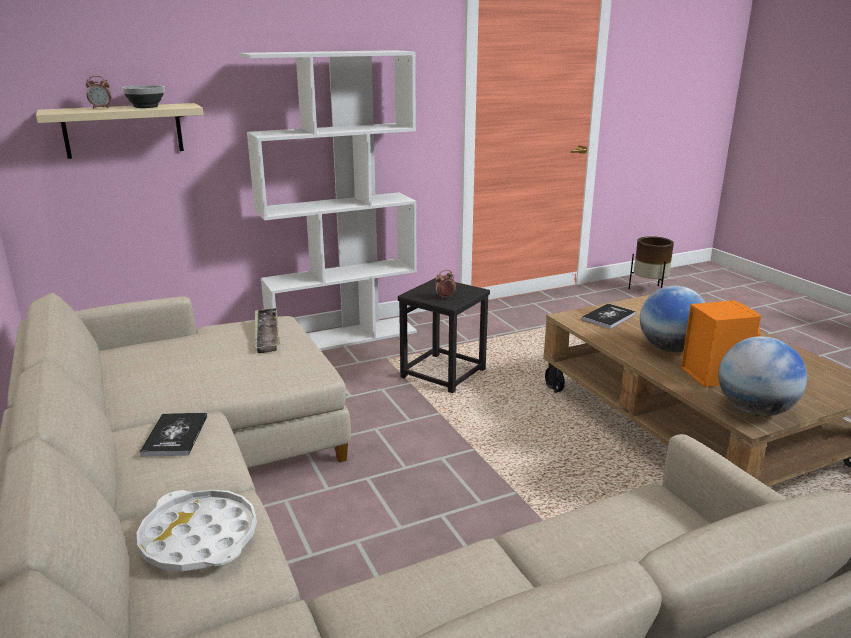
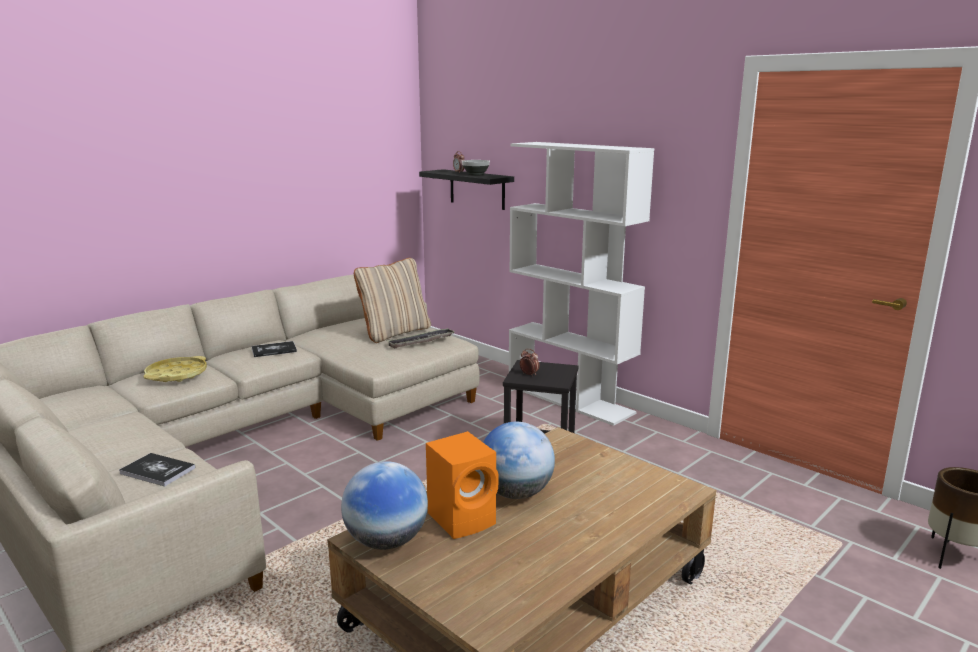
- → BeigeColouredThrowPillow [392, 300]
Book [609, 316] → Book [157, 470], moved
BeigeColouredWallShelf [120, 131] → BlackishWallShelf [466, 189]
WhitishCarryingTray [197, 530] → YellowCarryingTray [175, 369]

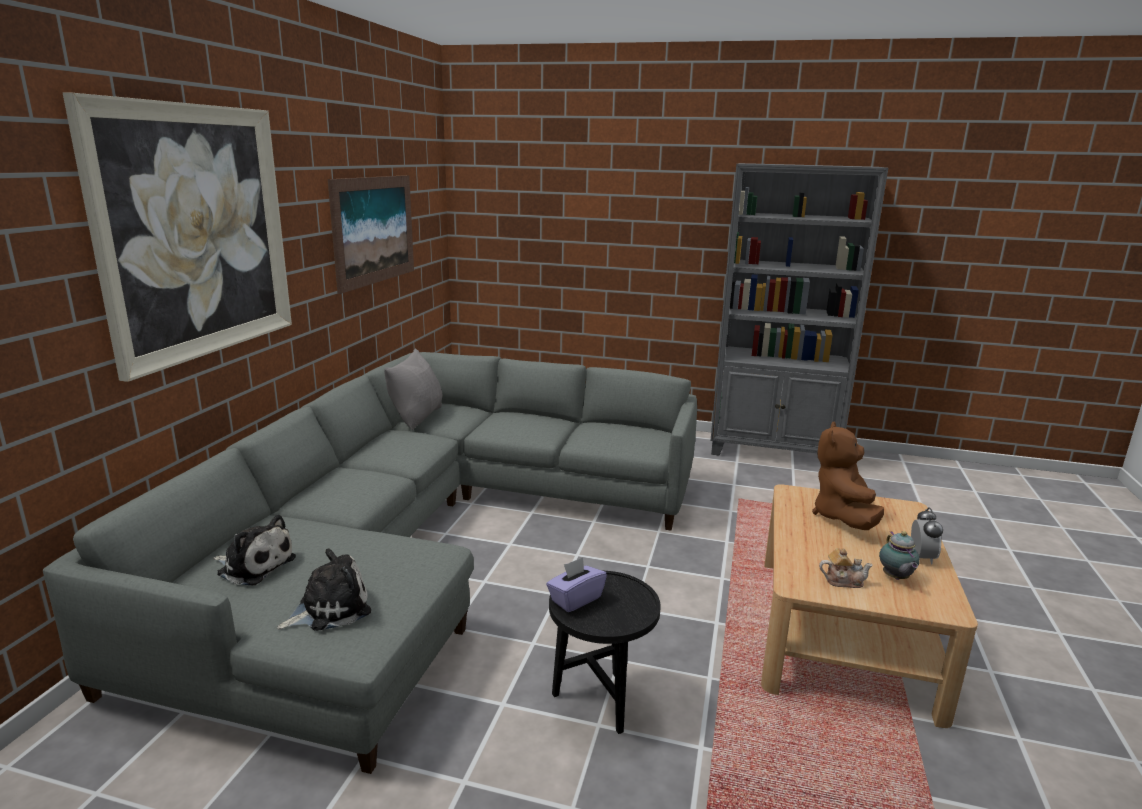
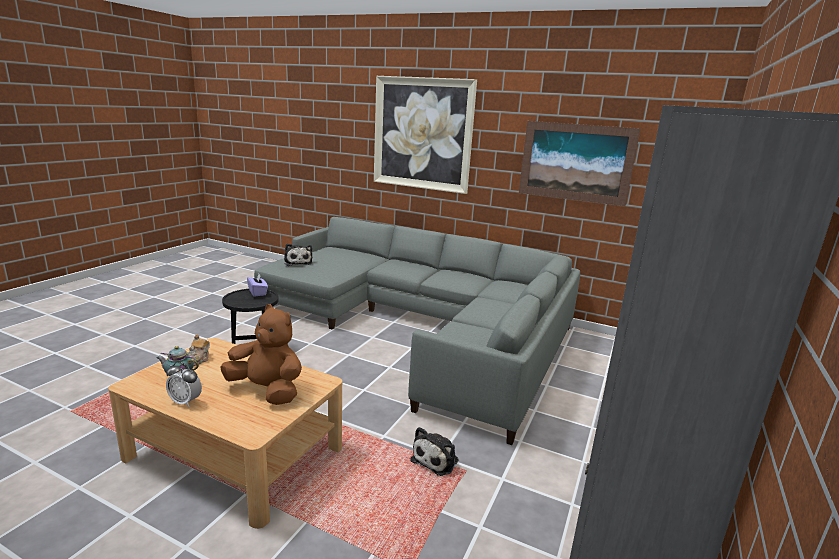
GrayThrowPillow [413, 389] → -
PlushToy [254, 550] → PlushToy [434, 451], moved

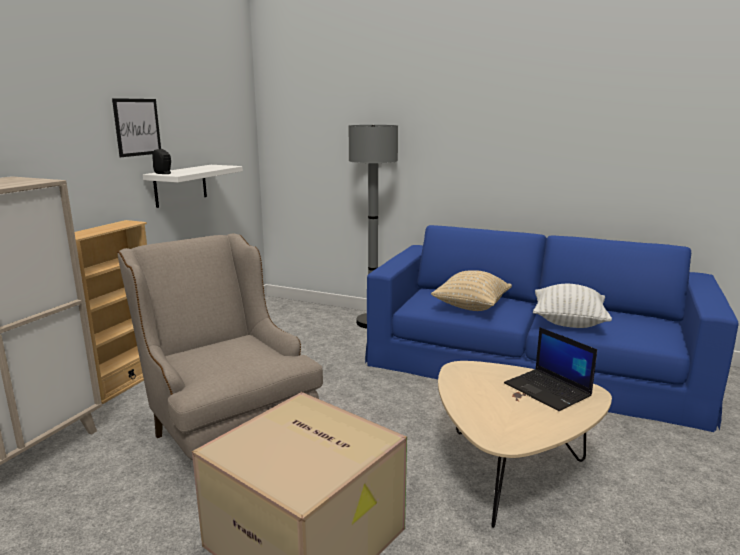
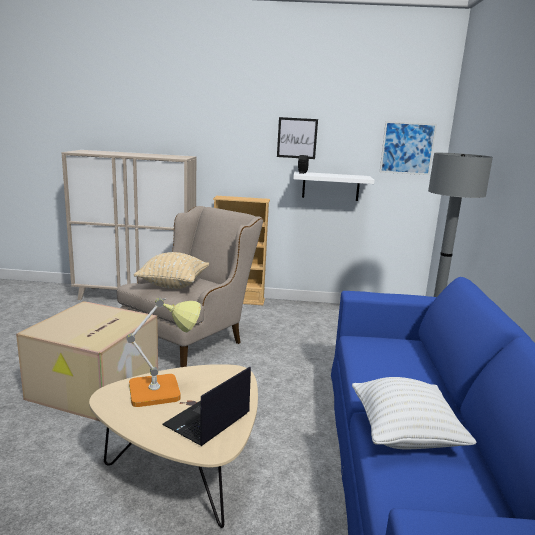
- → LampForATable [164, 352]
- → WallPicture [408, 148]
BeigeColouredThrowPillow [471, 290] → BeigeColouredThrowPillow [171, 270], moved

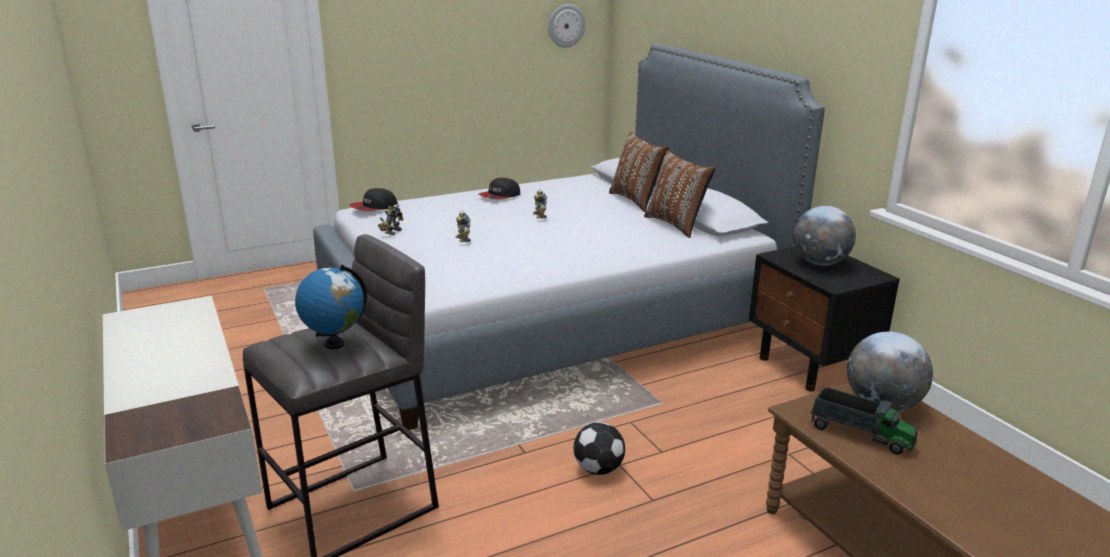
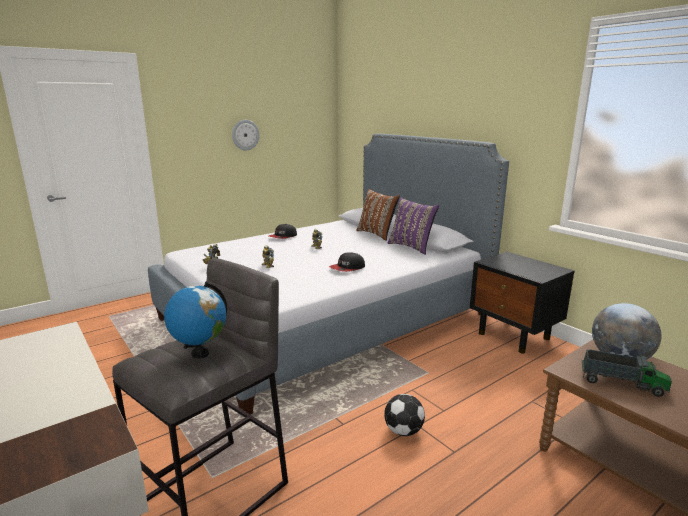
DeskGlobe [824, 236] → -
BaseballCap [374, 199] → BaseballCap [347, 262], moved
HangingClock [566, 25] → HangingClock [246, 135], moved
BrownColouredThrowPillow [679, 194] → PurplishThrowPillow [413, 226]

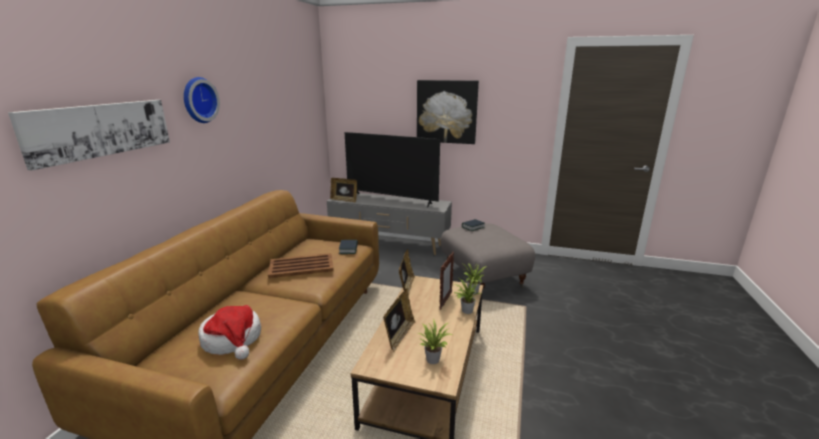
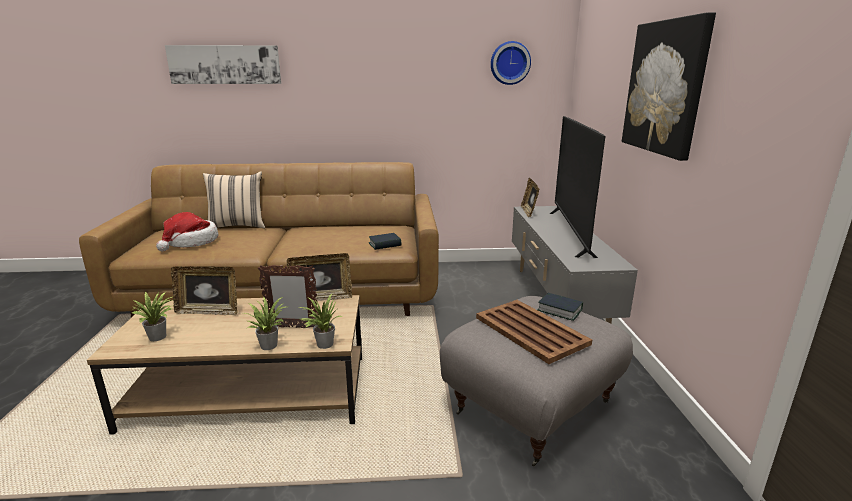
- → BeigeColouredThrowPillow [234, 199]
HangingClock [202, 100] → HangingClock [511, 63], moved
BrownColouredCarryingTray [301, 265] → BrownColouredCarryingTray [534, 332], moved

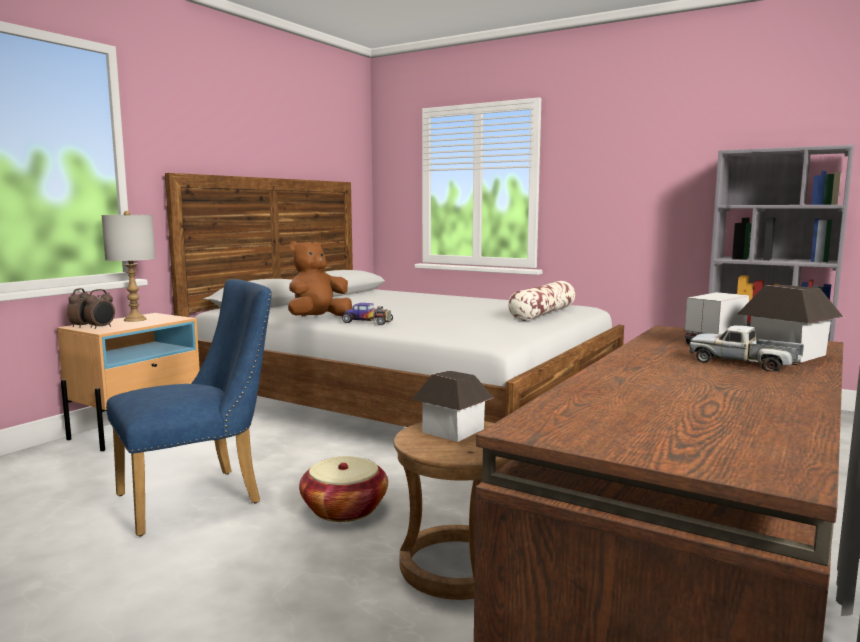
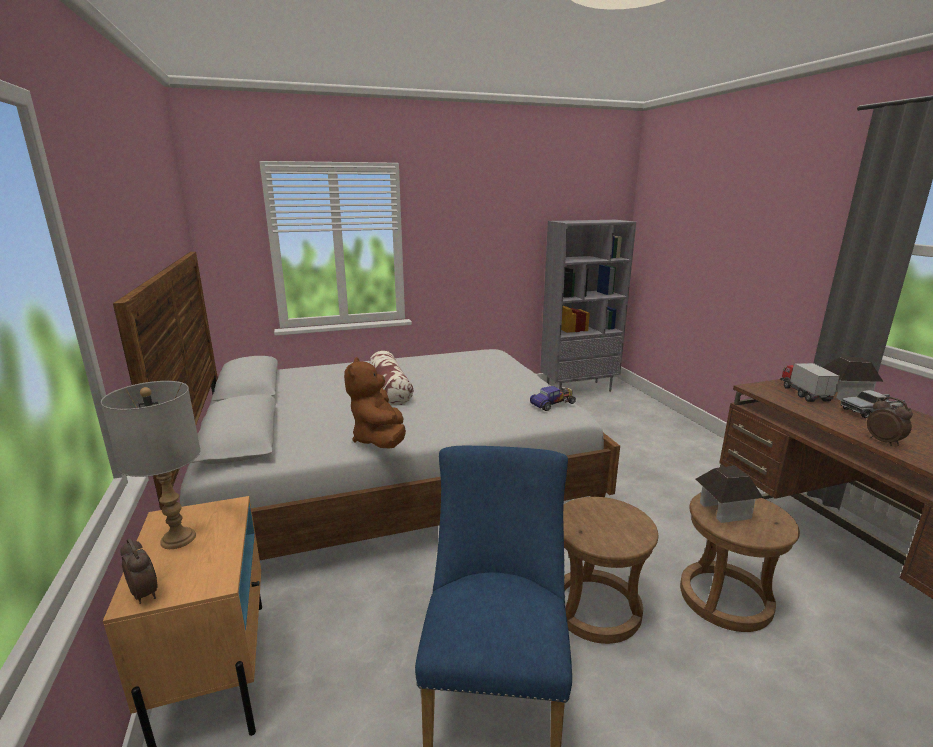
AlarmClock [99, 309] → AlarmClock [890, 421], moved
ToyCar [367, 314] → ToyCar [553, 398], moved
ThrowPillow [541, 301] → ThrowPillow [391, 378], moved
Basket [343, 489] → BrownColouredStool [610, 570]

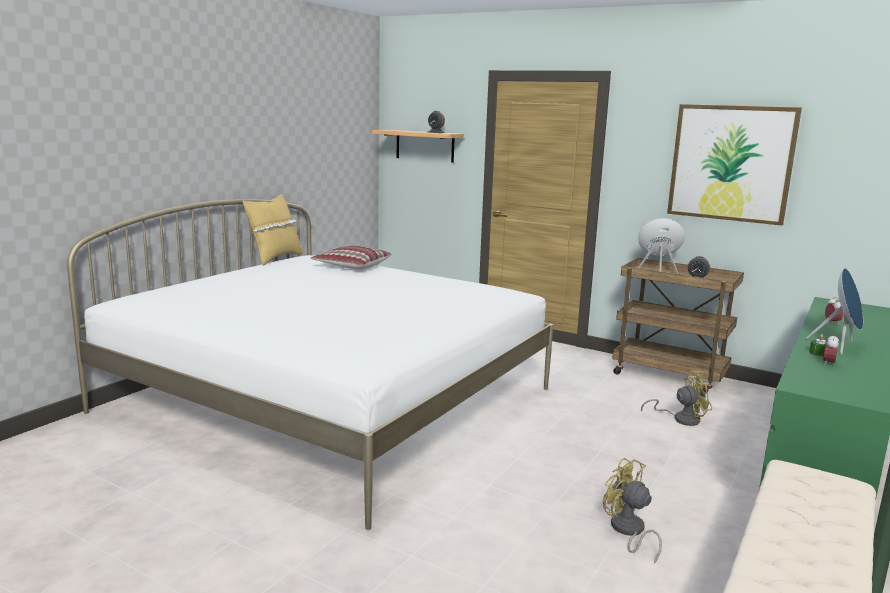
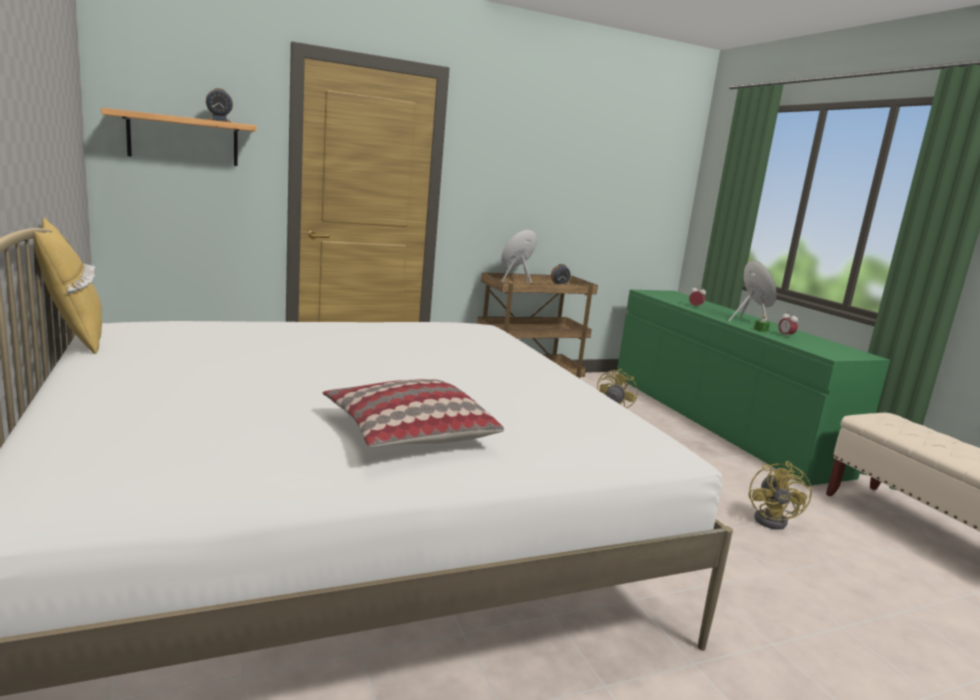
WallPicture [734, 165] → -
ThrowPillow [351, 258] → ThrowPillow [413, 413], moved
YellowCoolingFan [632, 511] → YellowCoolingFan [780, 495], 75 degrees counterclockwise

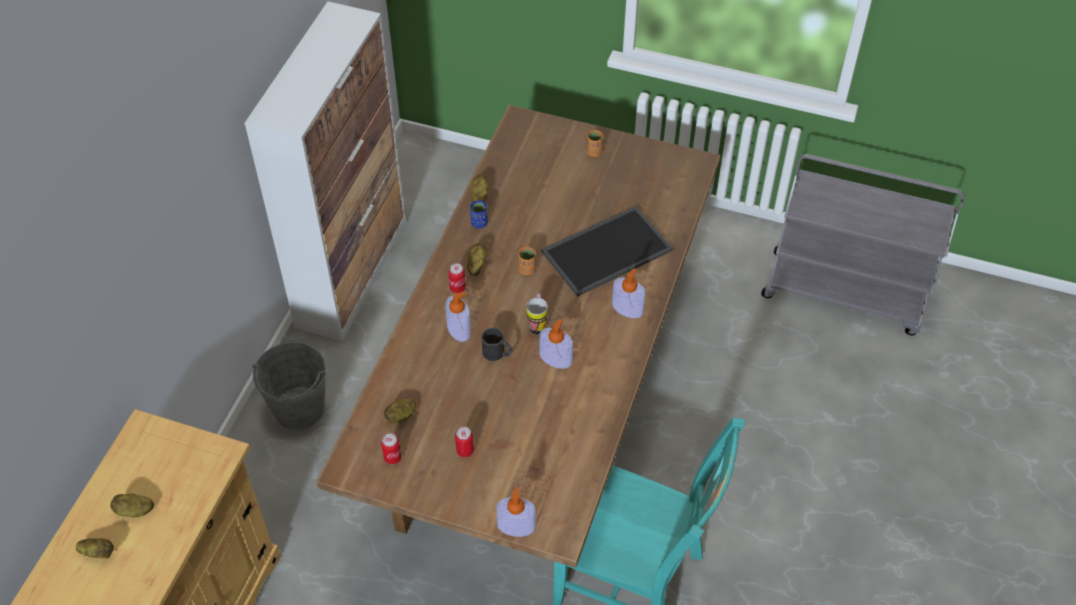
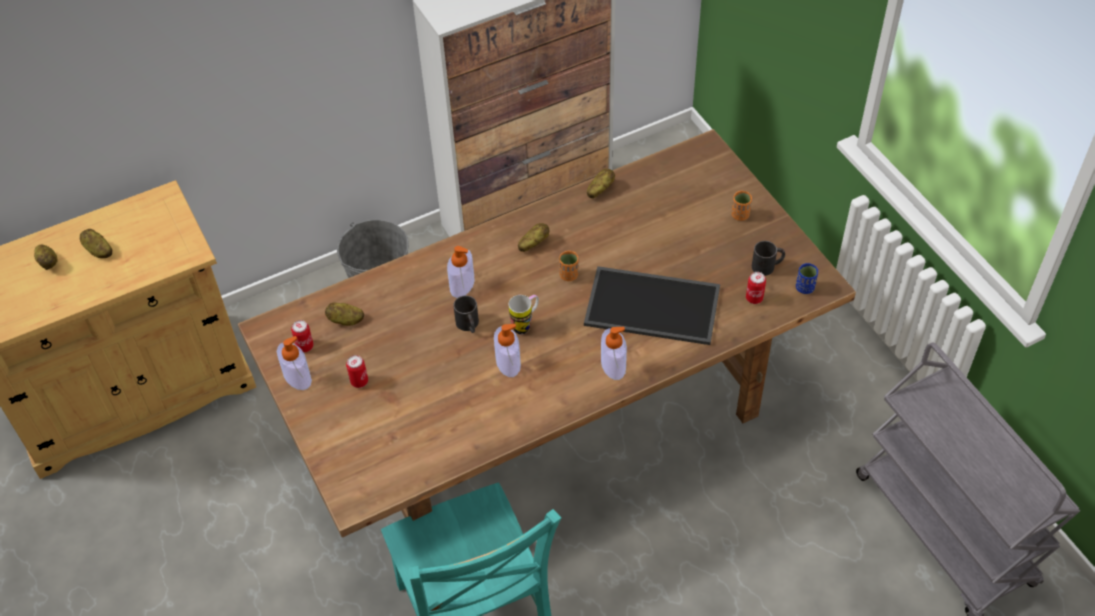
- → BlackishTeaMug [768, 258]
Can [457, 278] → Can [756, 288], moved
BlueColouredCup [479, 214] → BlueColouredCup [807, 278], moved
LiquidSoapBottle [516, 512] → LiquidSoapBottle [294, 363], moved

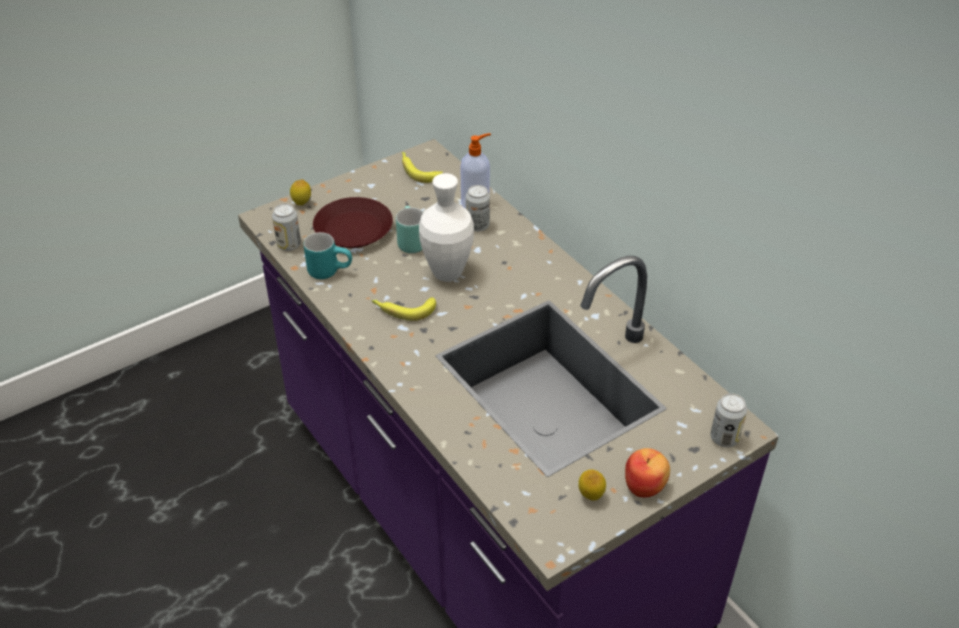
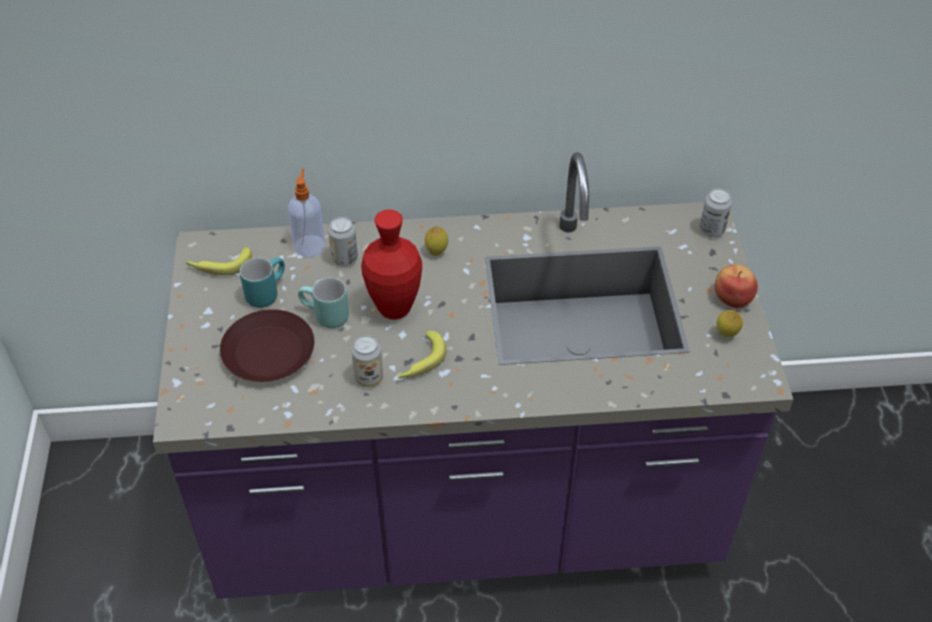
Can [286, 227] → Can [367, 361], moved
WholeLemon [300, 192] → WholeLemon [436, 241], moved
TurquoiseColouredTeaMug [328, 255] → TurquoiseColouredTeaMug [262, 282], moved
WhitishDecorativeVase [446, 227] → RedColouredDecorativeVase [391, 264]

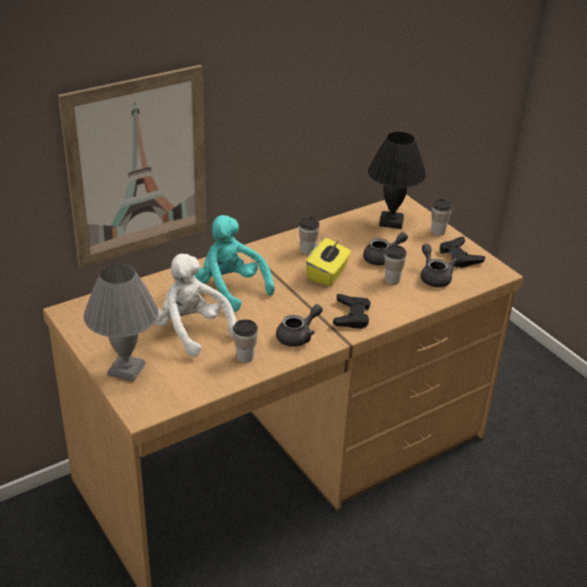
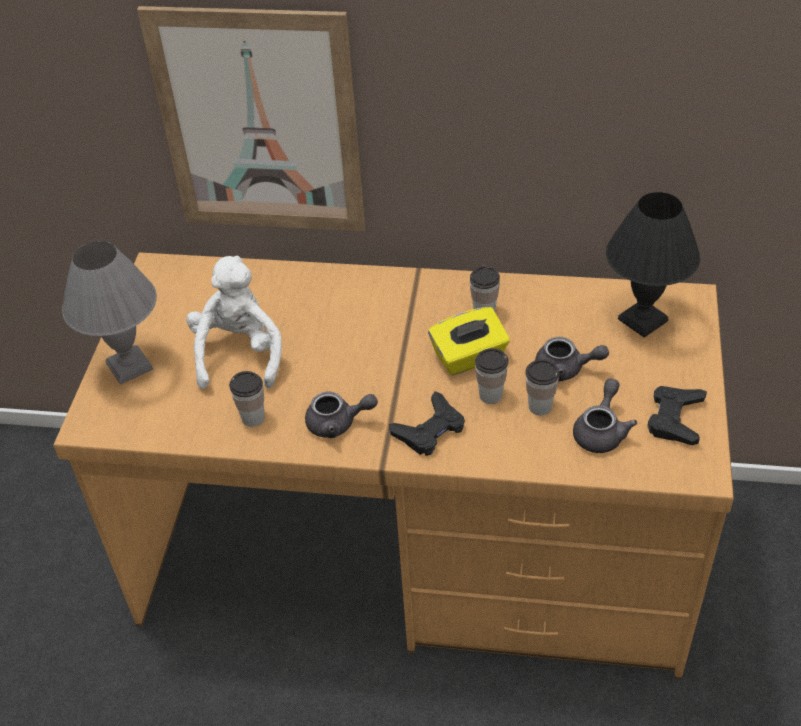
TurquoiseColouredPlushToy [234, 263] → -
Cup [441, 217] → Cup [491, 376], moved

